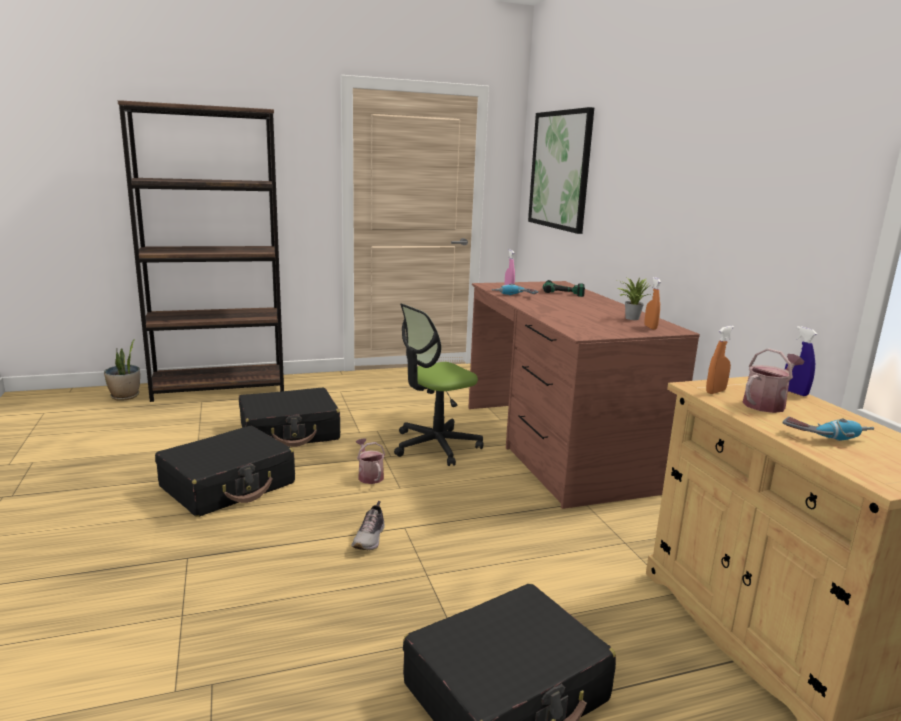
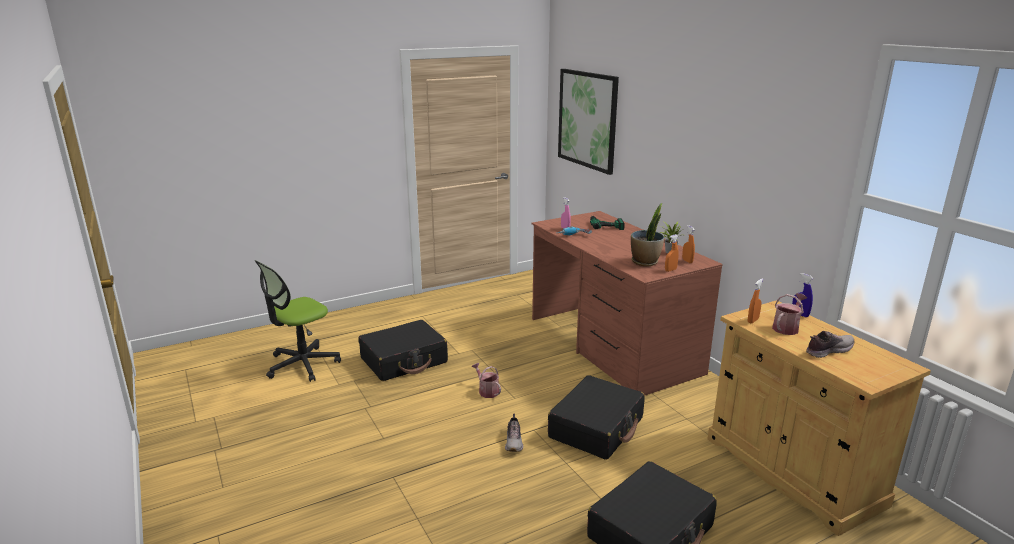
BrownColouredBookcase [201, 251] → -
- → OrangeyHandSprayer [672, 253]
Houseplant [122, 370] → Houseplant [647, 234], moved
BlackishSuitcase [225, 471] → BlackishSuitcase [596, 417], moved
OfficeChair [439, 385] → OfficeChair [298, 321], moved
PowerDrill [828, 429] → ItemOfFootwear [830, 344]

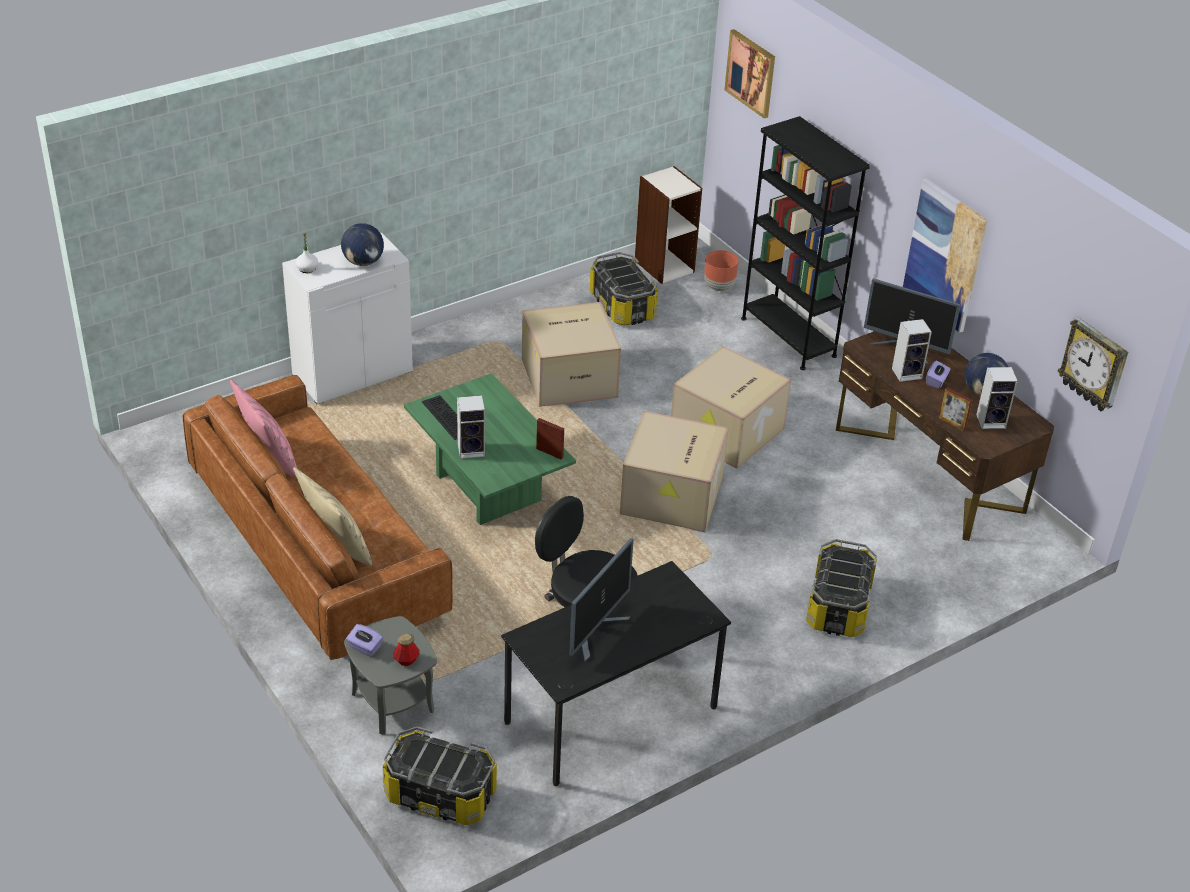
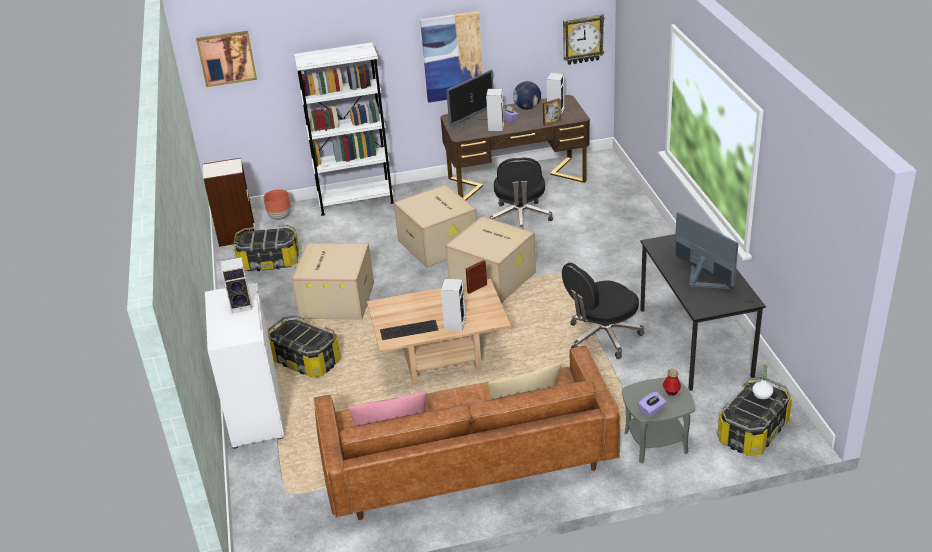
- → BlackishOfficeChair [521, 193]
WhitishBeverageBottle [307, 252] → WhitishBeverageBottle [762, 382], moved
StorageBin [841, 588] → StorageBin [304, 346], moved
DeskGlobe [362, 244] → AudioSpeaker [236, 285]
GreenColouredLowTable [490, 449] → BeigeColouredLowTable [439, 331]
BlackishBookcase [805, 243] → WhitishBookcase [344, 129]

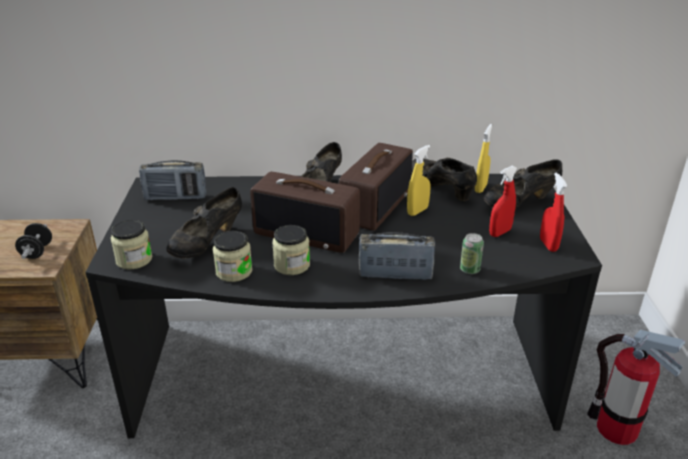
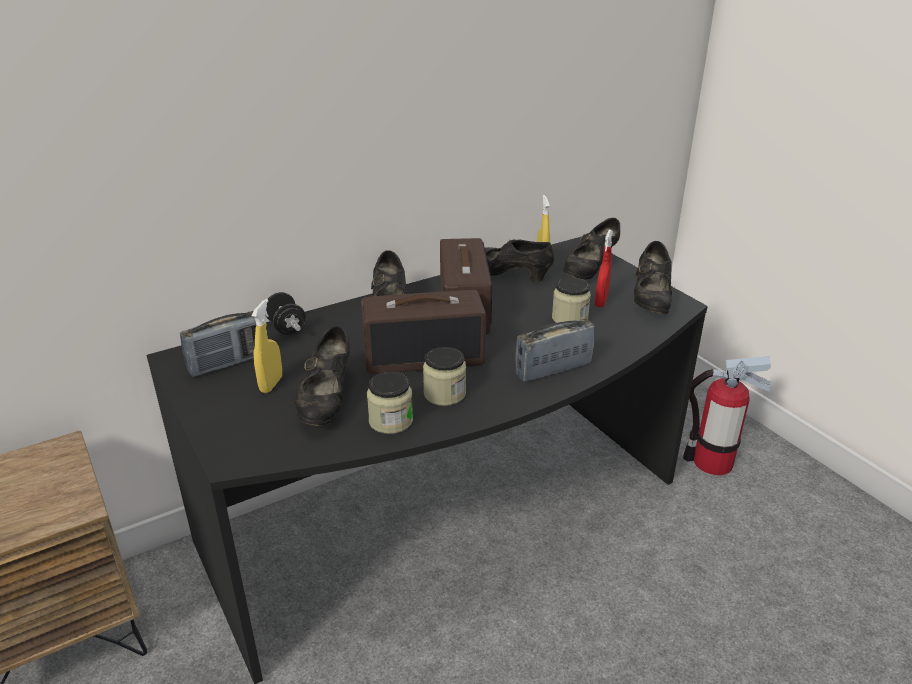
Can [472, 253] → -
BlackishFreeWeight [33, 241] → BlackishFreeWeight [285, 313], moved
StorageJar [131, 244] → StorageJar [571, 300], moved
YellowHandSprayer [419, 180] → YellowHandSprayer [267, 346], moved
RedColouredHandSprayer [553, 212] → BlackishItemOfFootwear [653, 277]

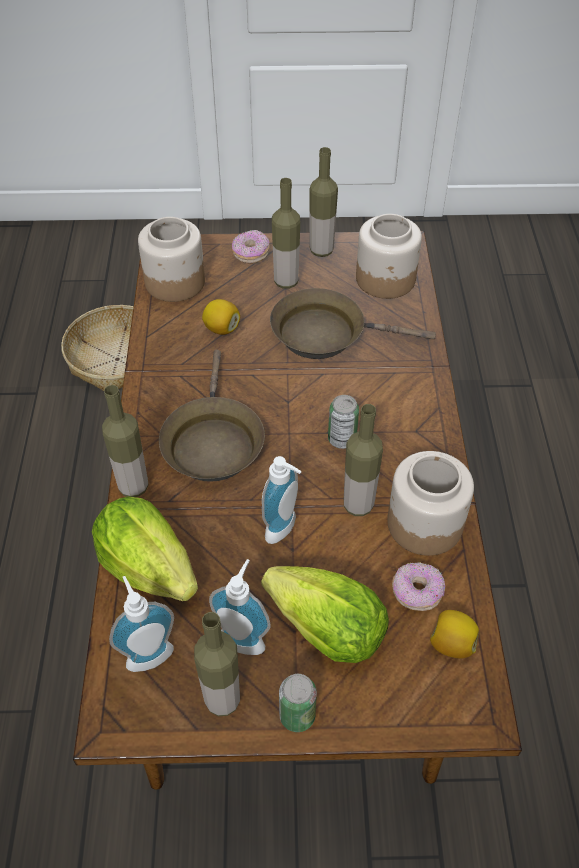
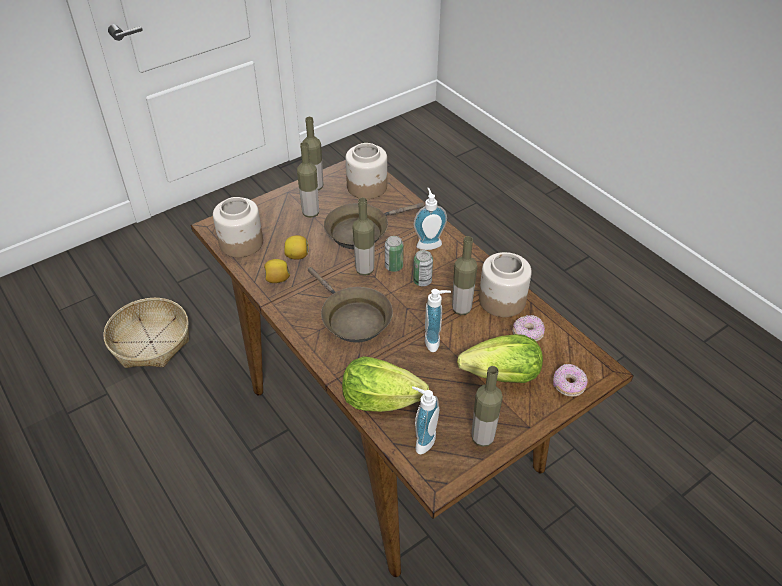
BeverageBottle [125, 441] → BeverageBottle [363, 237], moved
LiquidSoapBottle [240, 607] → LiquidSoapBottle [430, 219], moved
Donut [251, 247] → Donut [570, 380], moved
Can [298, 703] → Can [394, 254], moved
WholeLemon [454, 634] → WholeLemon [277, 271], moved

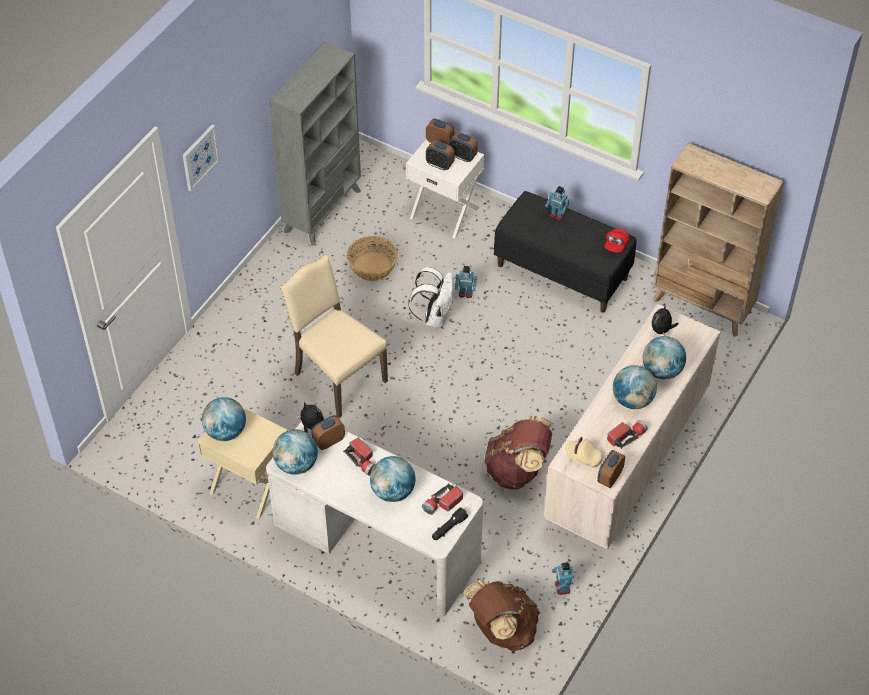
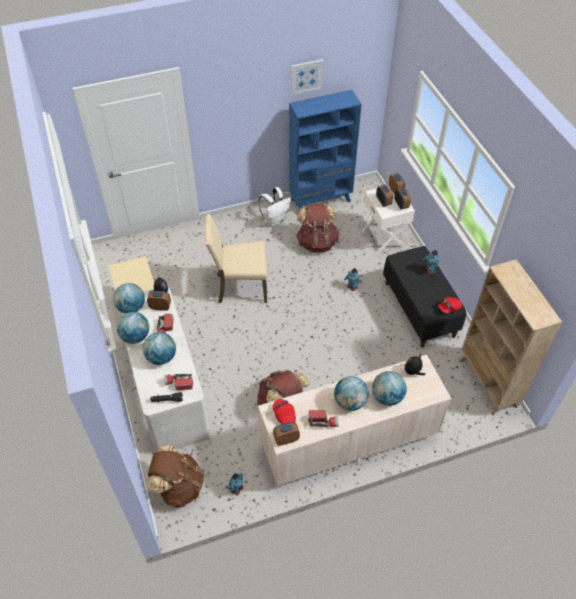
WallPicture [201, 158] → WallPicture [307, 77], moved
DeskGlobe [224, 419] → DeskGlobe [133, 328], moved
WhitishKnapsack [430, 297] → WhitishKnapsack [274, 207], moved
Basket [372, 258] → BrownColouredKnapsack [317, 228]
GrayBookcase [315, 144] → BlueColouredBookcase [325, 150]
BeigeColouredBaseballCap [584, 452] → RedColouredBaseballCap [284, 412]
BeigeColouredChair [334, 336] → BeigeColouredChair [236, 258], 90 degrees counterclockwise

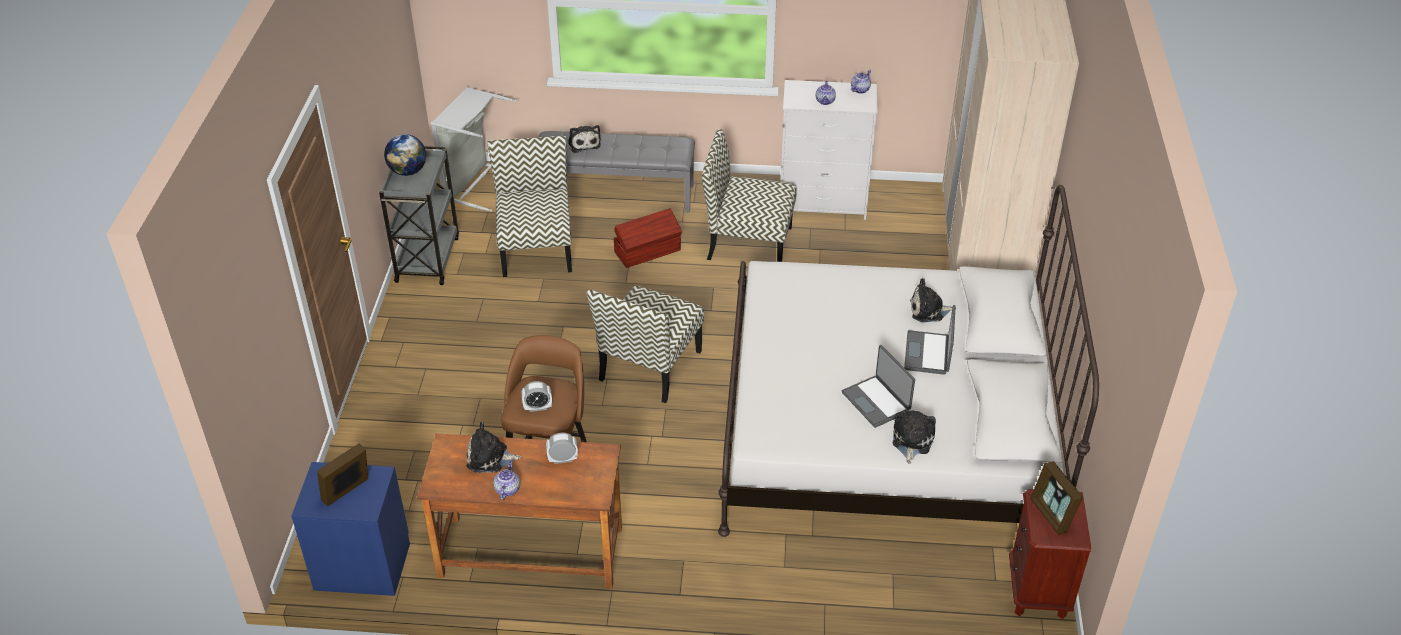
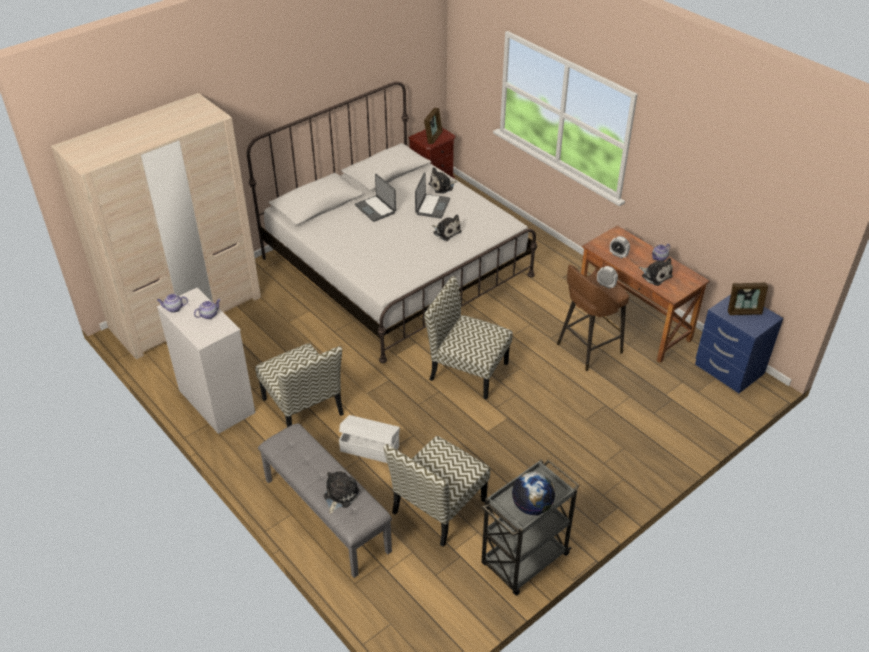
GrayLaundryBasket [473, 149] → -
PlushToy [933, 300] → PlushToy [446, 228], moved
BrownColouredStorageBin [648, 238] → WhitishStorageBin [369, 439]
Chair [645, 344] → Chair [468, 338], 135 degrees counterclockwise
Laptop [930, 340] → Laptop [375, 198], 90 degrees clockwise

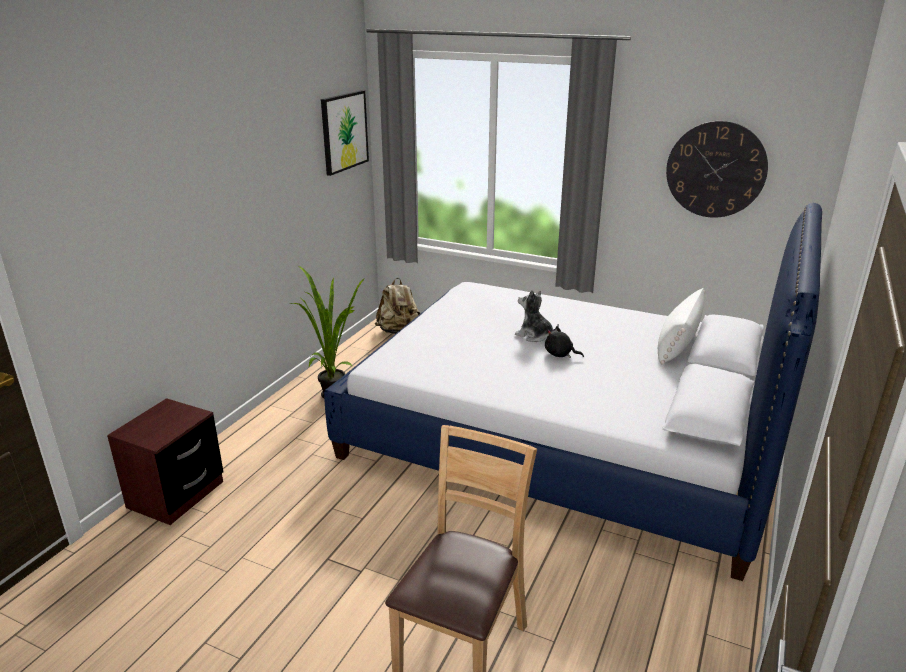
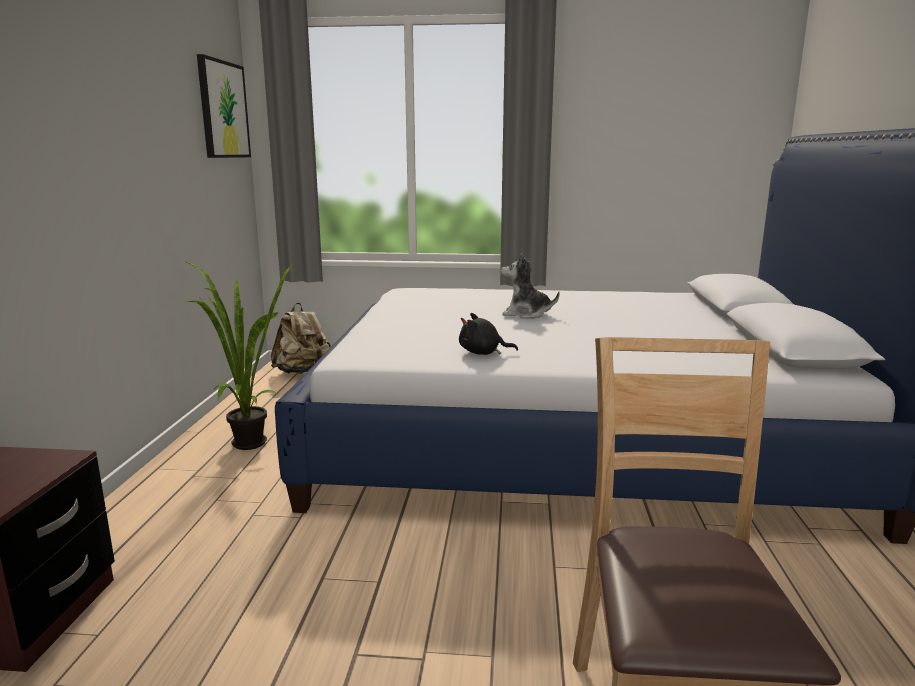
WhitishThrowPillow [681, 326] → -
HangingClock [717, 169] → -
BlackishPlushToy [564, 342] → BlackishPlushToy [488, 334], moved

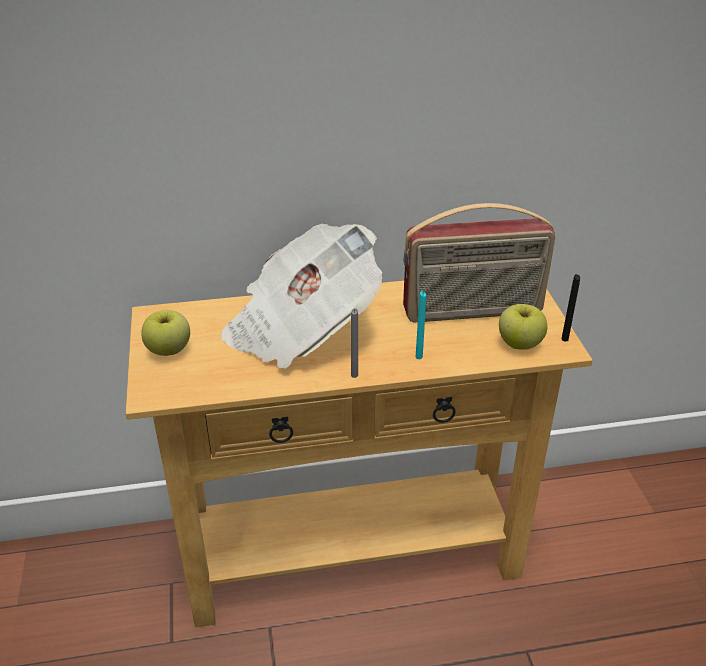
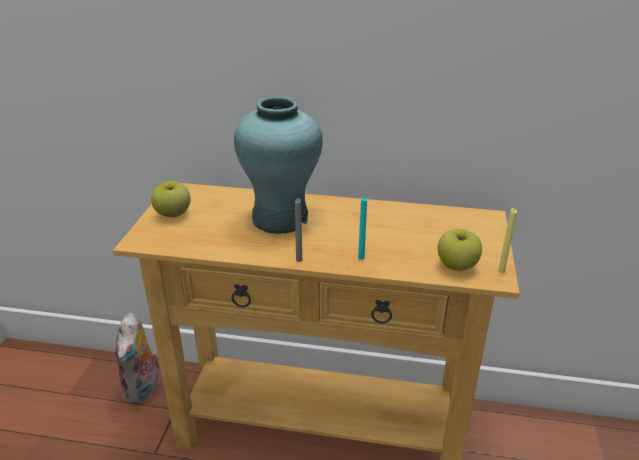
RadioSet [479, 262] → -
- → PlushToy [137, 358]
PrintedPaper [301, 296] → TurquoiseColouredDecorativeVase [278, 165]
BlackishWaxCandle [571, 308] → YellowWaxCandle [507, 240]

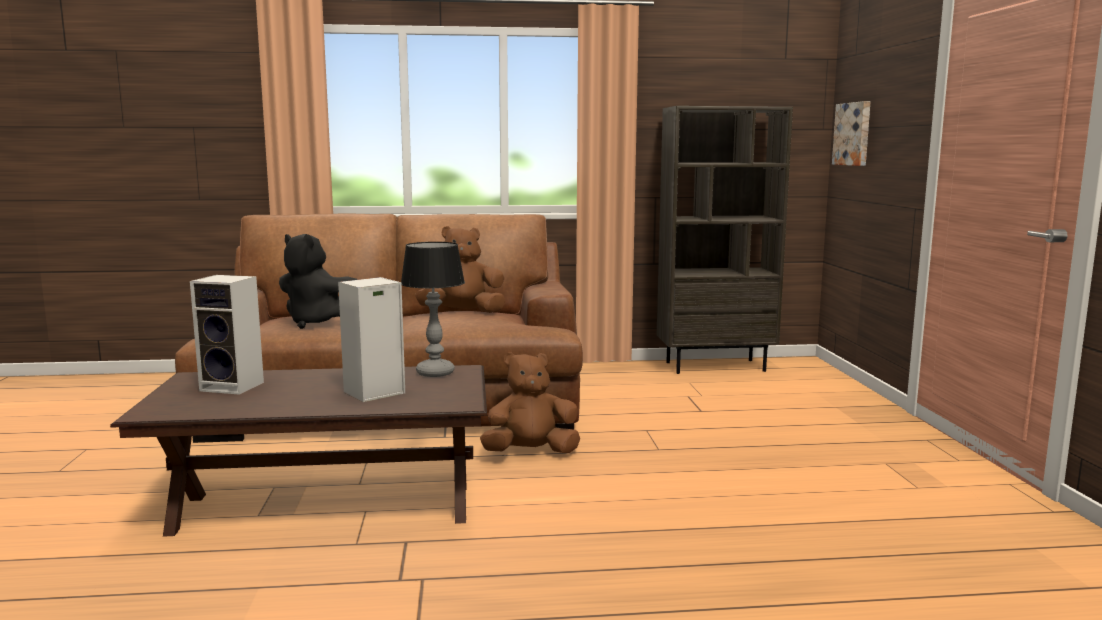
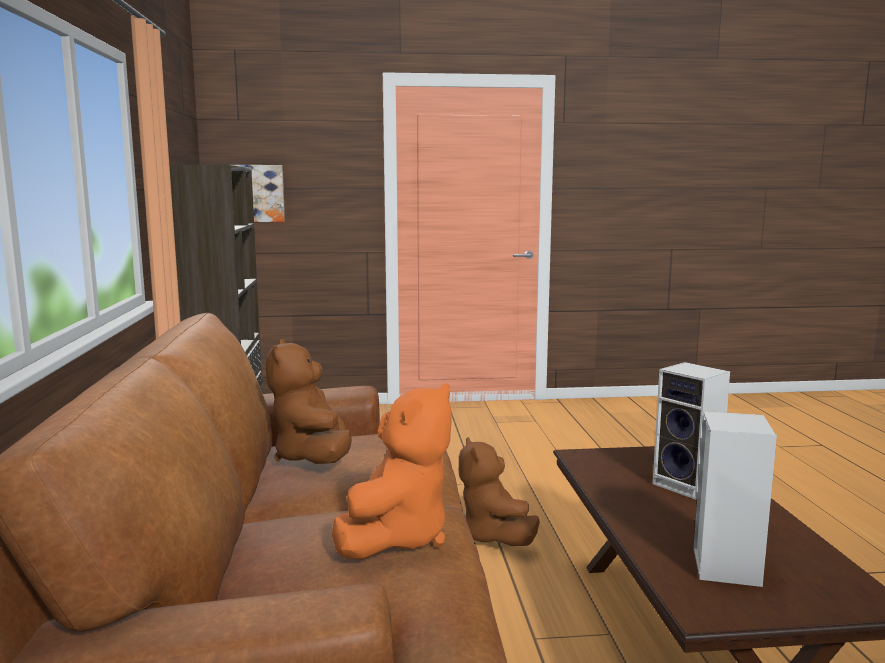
LampForATable [433, 309] → -
BlackishPlushToy [318, 281] → OrangeyPlushToy [392, 471]

